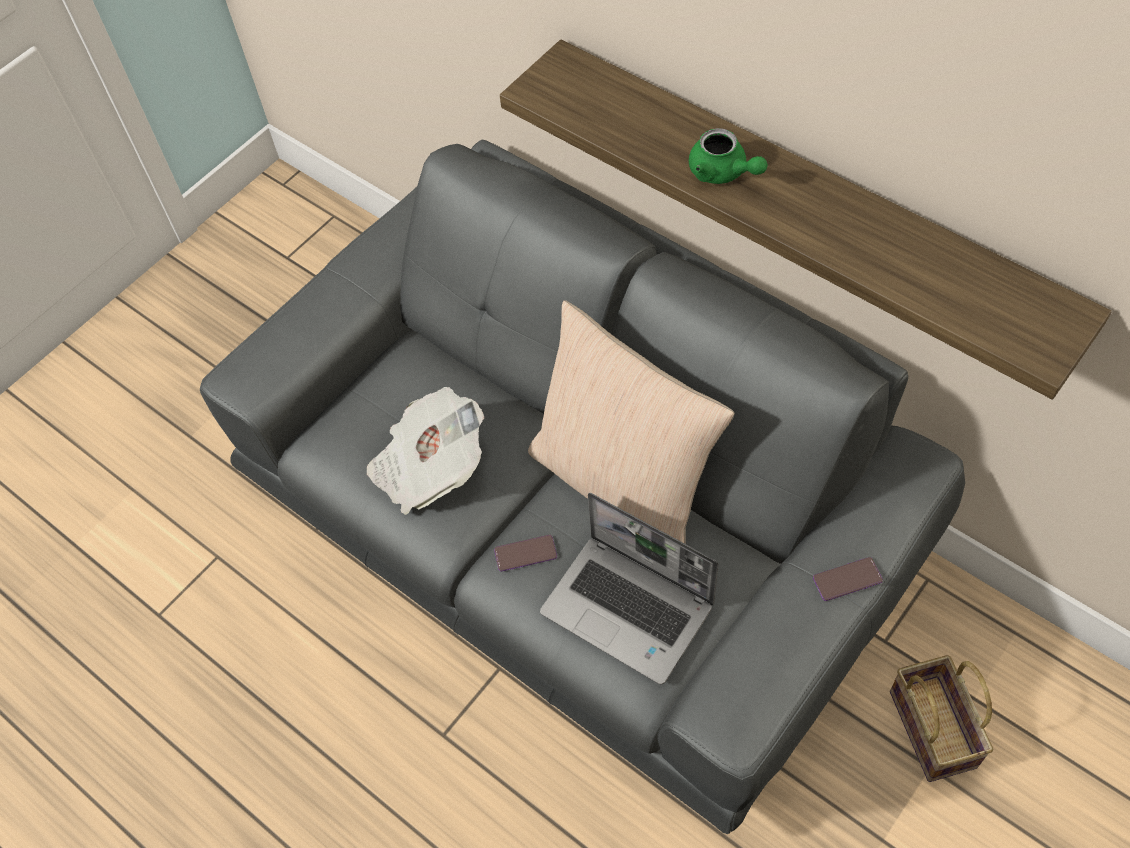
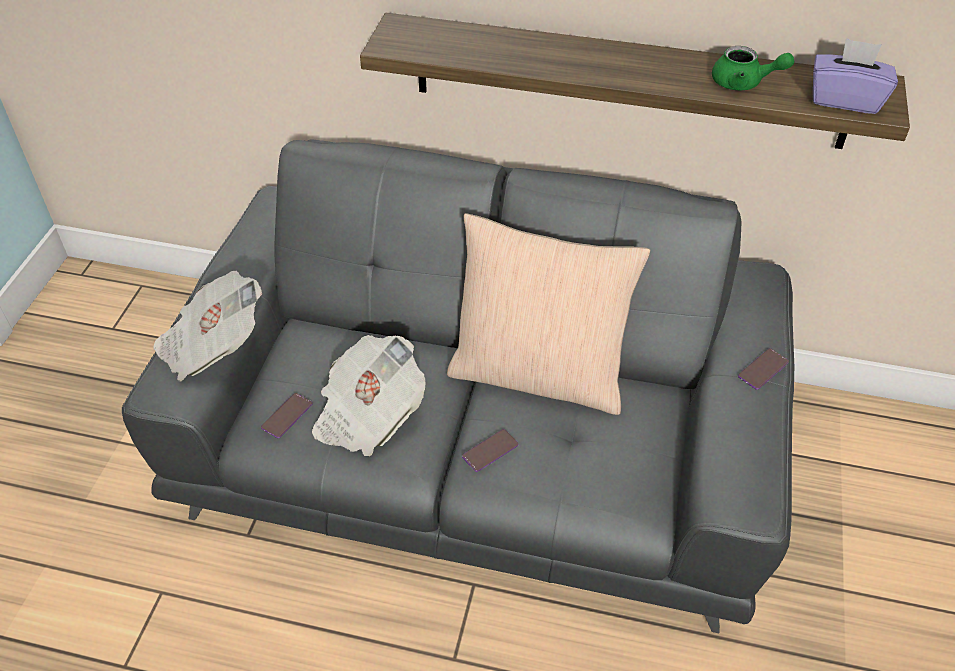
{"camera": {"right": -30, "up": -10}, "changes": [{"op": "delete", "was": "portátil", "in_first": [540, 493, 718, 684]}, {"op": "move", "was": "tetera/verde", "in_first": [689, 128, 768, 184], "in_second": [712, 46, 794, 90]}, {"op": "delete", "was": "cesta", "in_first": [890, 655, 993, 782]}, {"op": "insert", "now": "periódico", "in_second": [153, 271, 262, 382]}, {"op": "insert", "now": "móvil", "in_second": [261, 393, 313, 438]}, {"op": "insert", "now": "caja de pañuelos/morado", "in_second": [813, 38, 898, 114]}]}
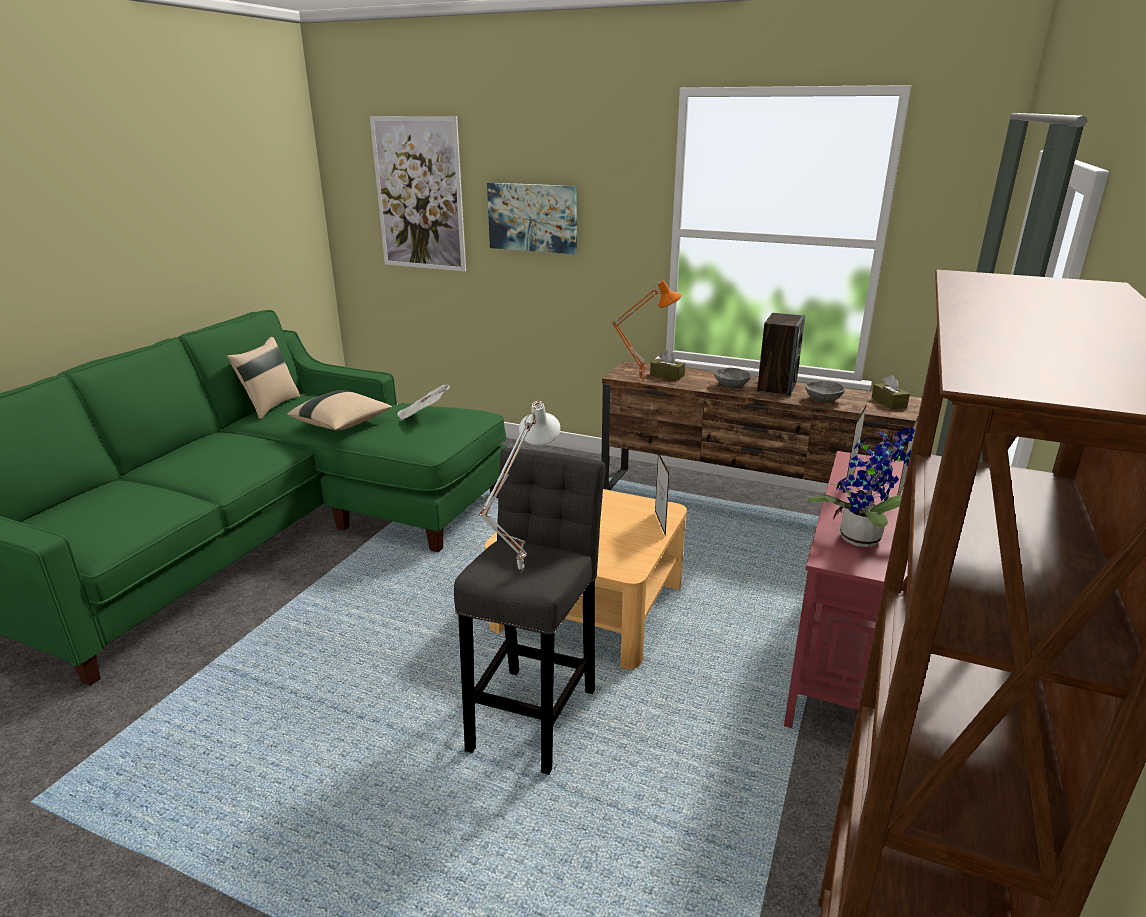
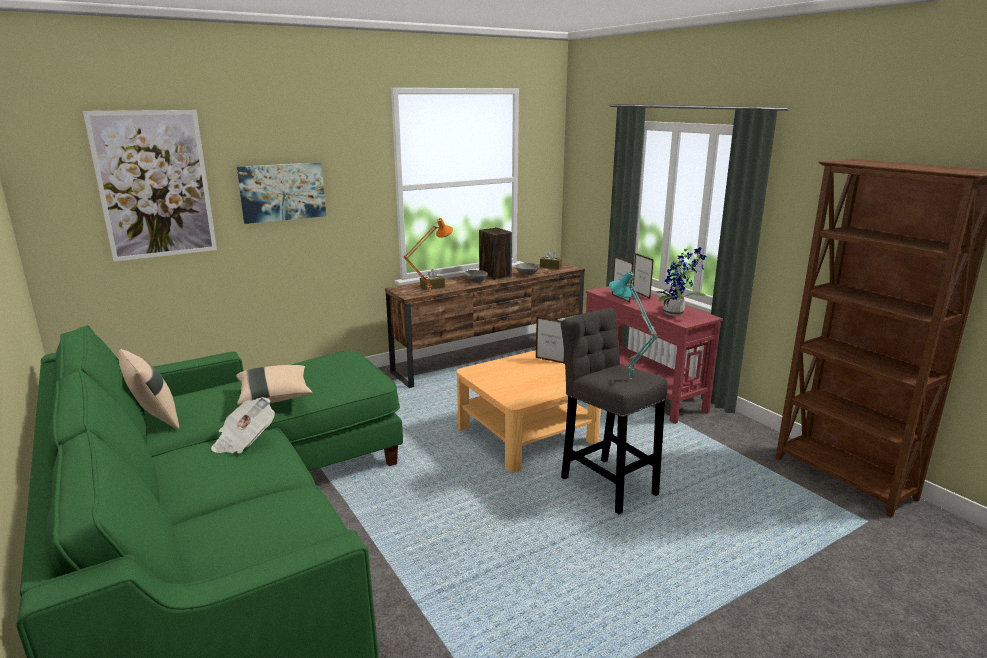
{"camera": {"right": -55, "up": -5}, "changes": [{"op": "move", "was": "periódico", "in_first": [397, 384, 450, 421], "in_second": [211, 397, 275, 454]}, {"op": "recolor", "was": "lámpara de mesa/blanco", "now": "lámpara de mesa/turquesa", "in_first": [479, 401, 560, 574], "in_second": [609, 271, 658, 379]}]}
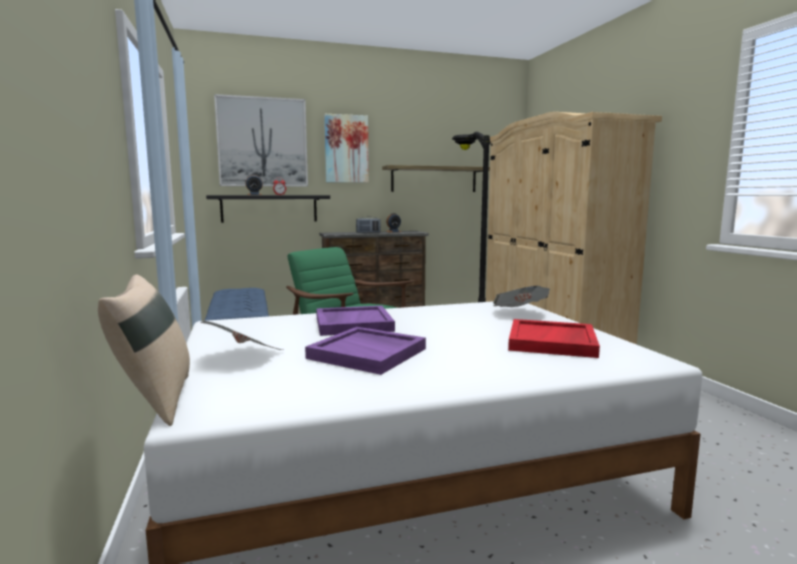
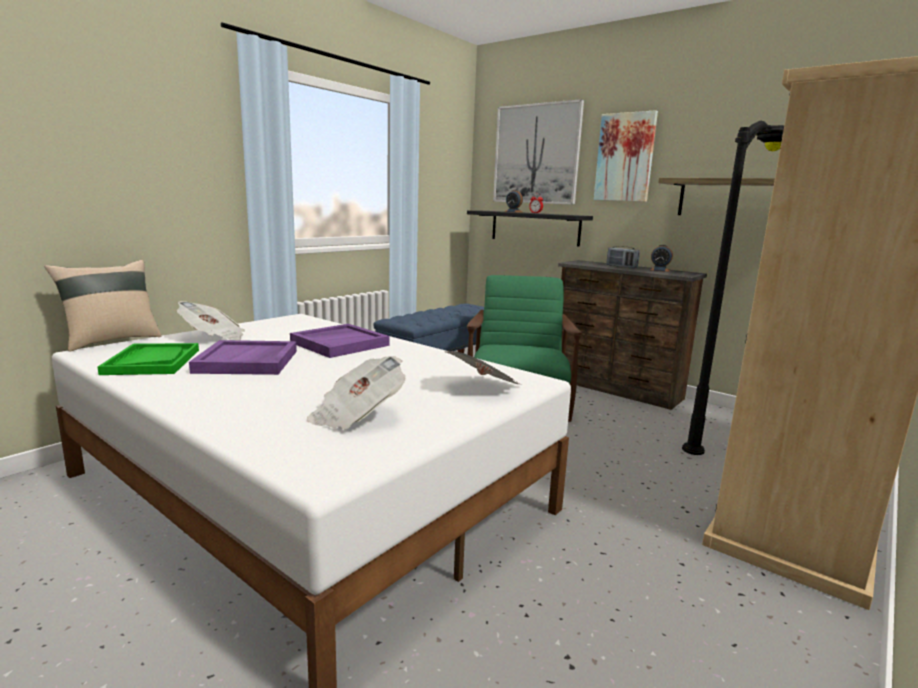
{"camera": {"right": 55, "up": 5}, "changes": [{"op": "replace", "was": "bandeja/rojo", "now": "periódico", "in_first": [508, 319, 600, 358], "in_second": [307, 356, 406, 430]}, {"op": "insert", "now": "bandeja/verde", "in_second": [98, 343, 199, 375]}]}
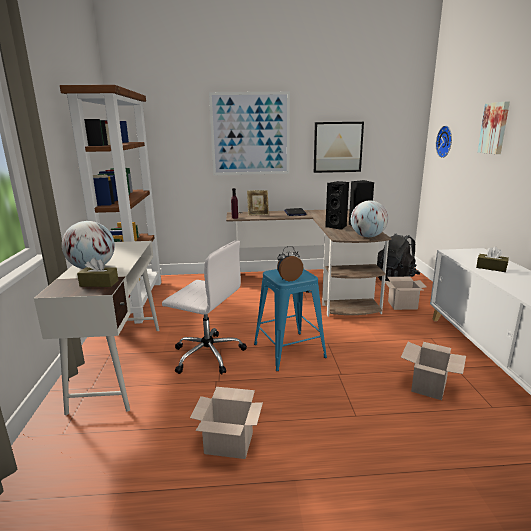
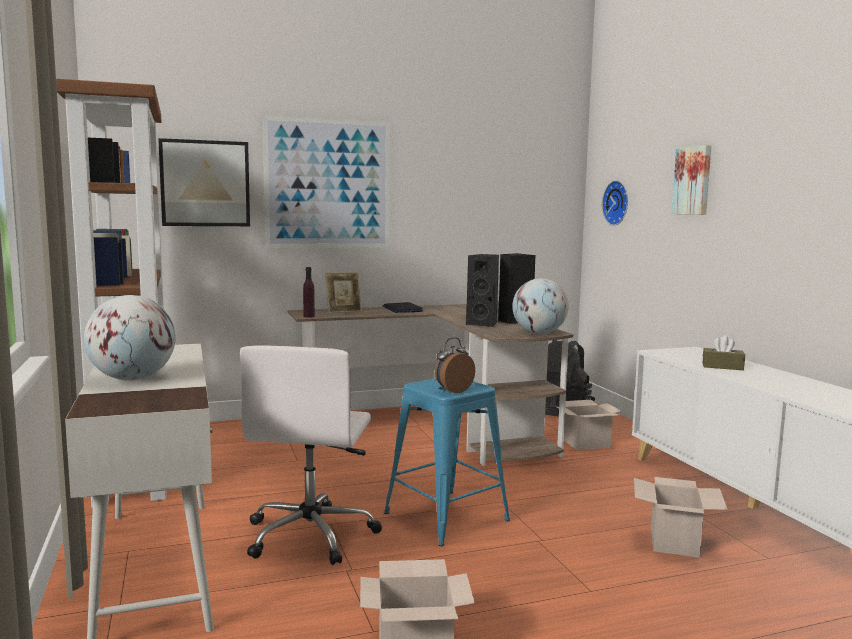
{"camera": {"right": -15, "up": -10}, "changes": [{"op": "delete", "was": "caja de pañuelos/marrón", "in_first": [77, 257, 118, 287]}, {"op": "rotate", "was": "silla de oficina/blanco", "in_first": [162, 240, 247, 375], "in_second": [240, 345, 382, 565], "clockwise": 90}, {"op": "move", "was": "cuadro", "in_first": [314, 122, 364, 173], "in_second": [158, 138, 250, 226]}]}
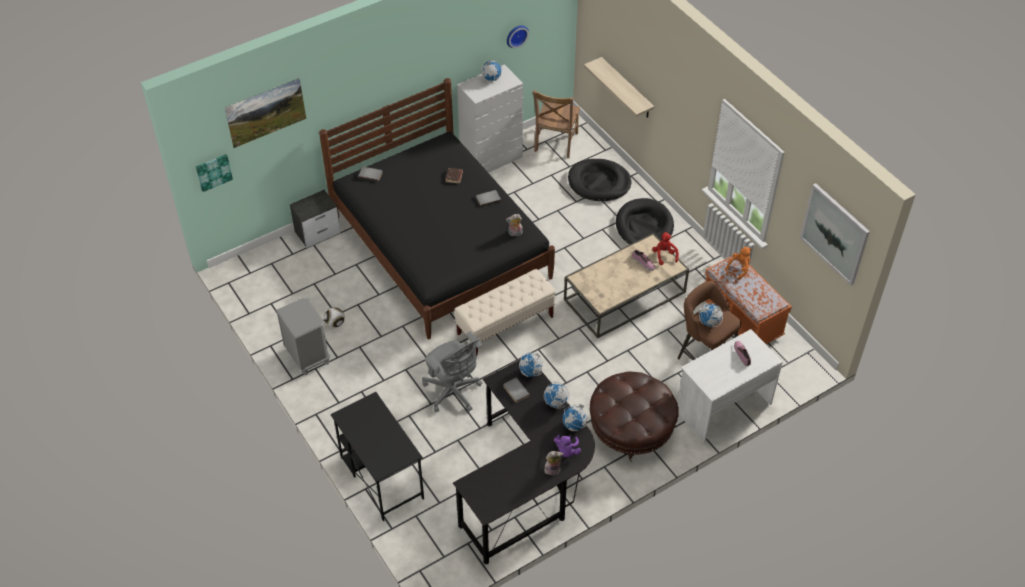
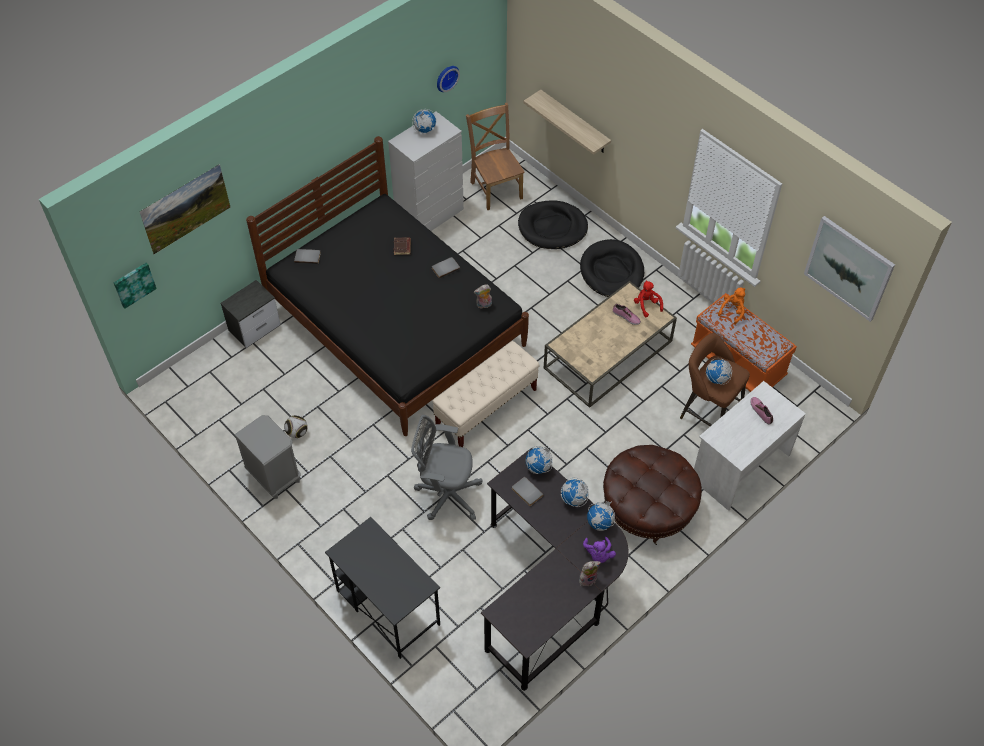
{"camera": {"right": -10, "up": 5}, "changes": [{"op": "rotate", "was": "silla de oficina/gris", "in_first": [422, 332, 483, 412], "in_second": [411, 415, 482, 521], "clockwise": 150}, {"op": "rotate", "was": "silla/marrón", "in_first": [533, 90, 580, 158], "in_second": [466, 103, 525, 210], "clockwise": 150}]}
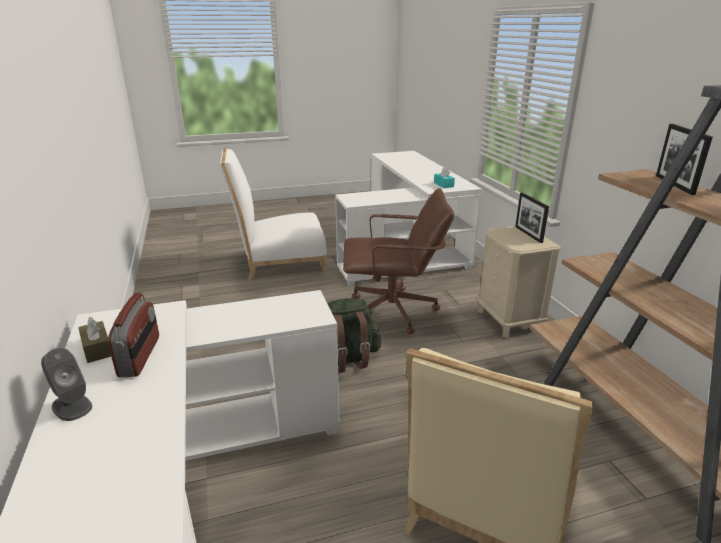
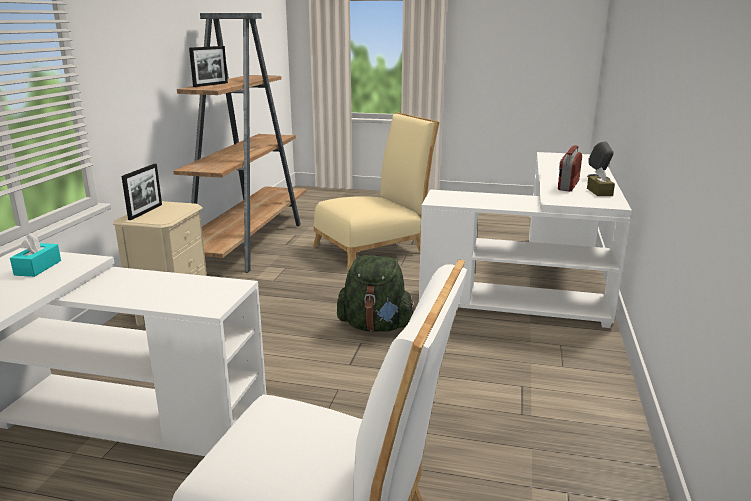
{"camera": {"right": -150, "up": -5}, "changes": [{"op": "delete", "was": "silla de oficina/marrón", "in_first": [343, 188, 454, 334]}]}
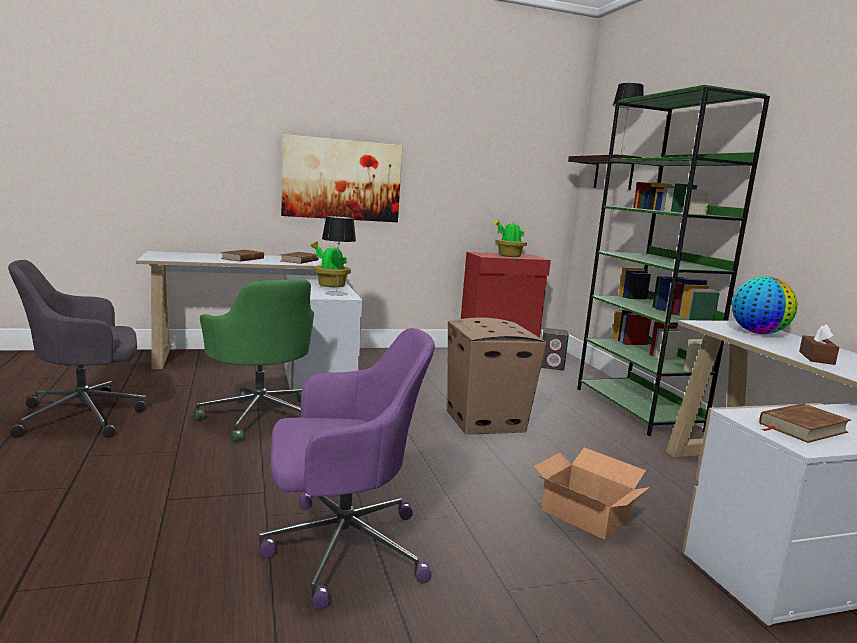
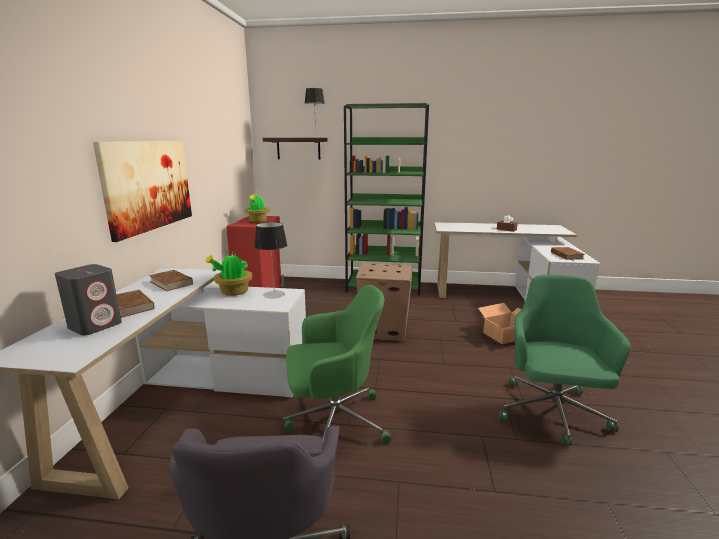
{"camera": {"right": -65, "up": 5}, "changes": [{"op": "recolor", "was": "silla de oficina/morado", "now": "silla de oficina/verde", "in_first": [259, 328, 435, 610], "in_second": [499, 274, 631, 446]}, {"op": "move", "was": "altavoz/gris", "in_first": [541, 328, 569, 370], "in_second": [55, 264, 122, 336]}, {"op": "delete", "was": "globo terráqueo", "in_first": [732, 276, 797, 334]}]}
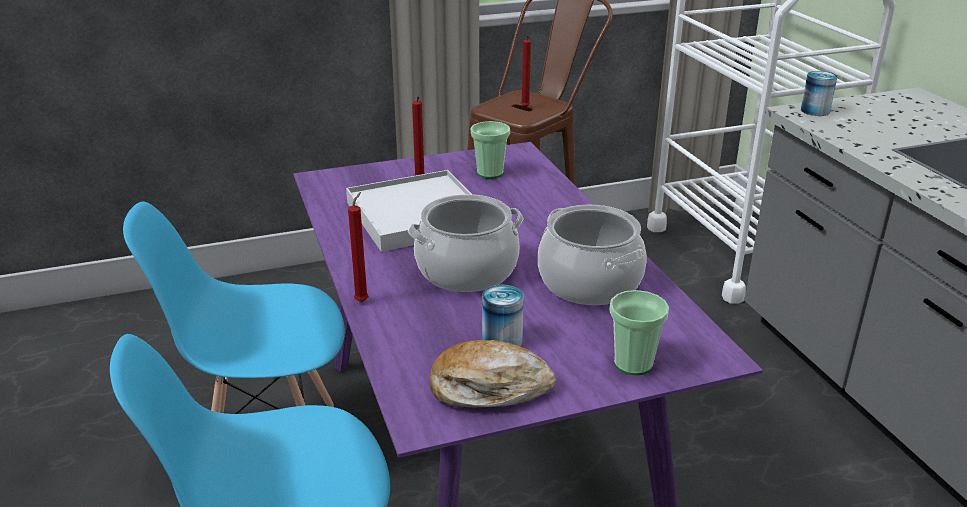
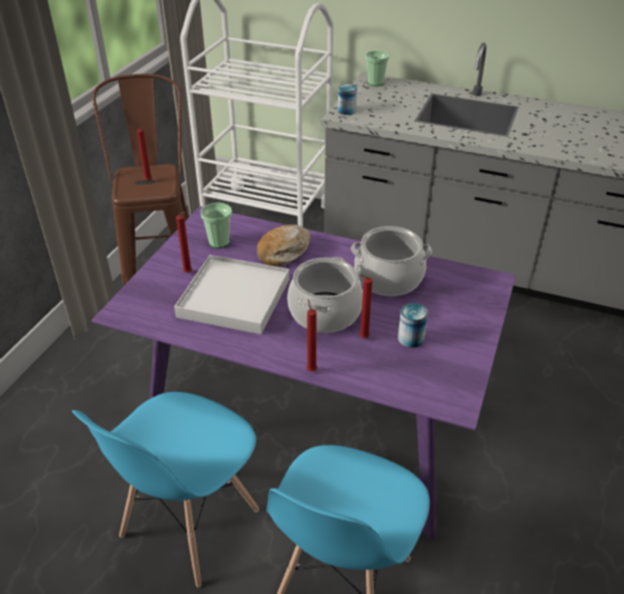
{"camera": {"right": -50, "up": 10}, "changes": [{"op": "move", "was": "pan", "in_first": [429, 340, 556, 408], "in_second": [257, 224, 310, 267]}, {"op": "move", "was": "taza", "in_first": [610, 290, 669, 375], "in_second": [366, 51, 389, 86]}, {"op": "insert", "now": "vela/rojo", "in_second": [359, 275, 372, 338]}]}
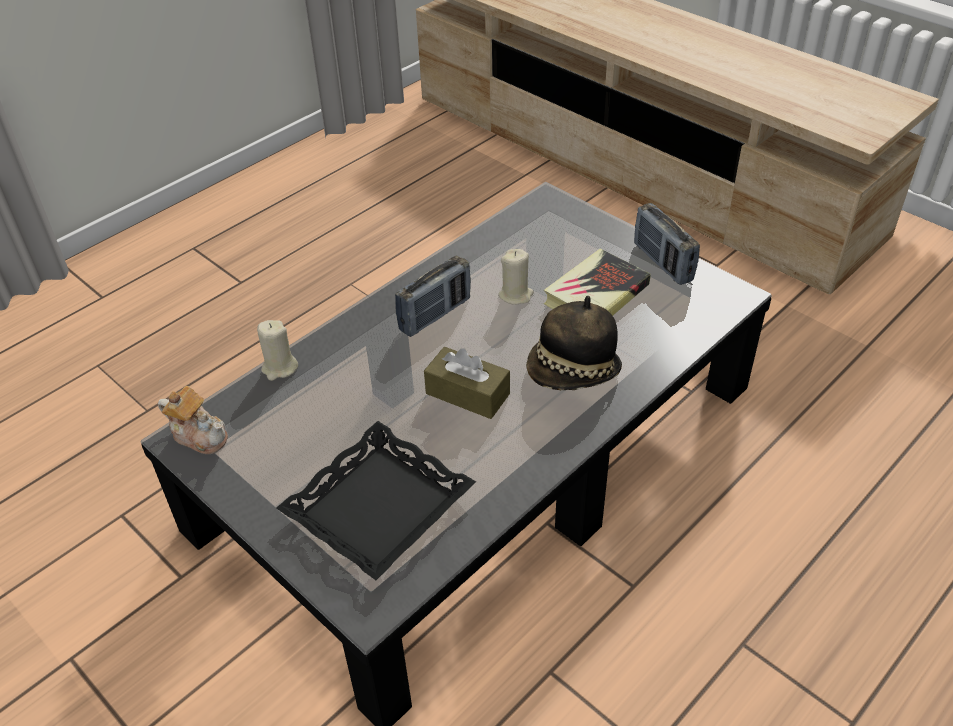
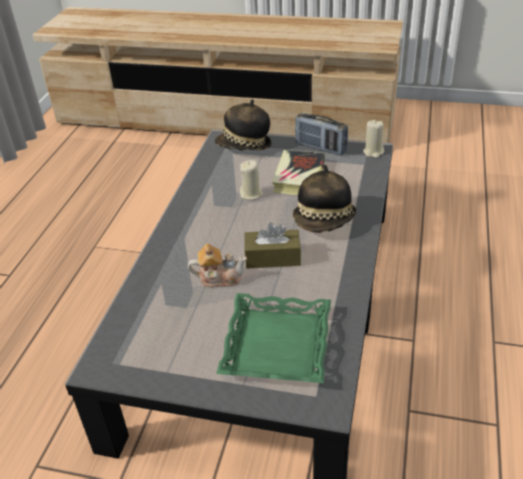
{"camera": {"right": -30, "up": -5}, "changes": [{"op": "move", "was": "tetera", "in_first": [158, 386, 228, 454], "in_second": [188, 244, 247, 288]}, {"op": "move", "was": "vela/beis", "in_first": [257, 320, 298, 381], "in_second": [363, 120, 384, 158]}, {"op": "recolor", "was": "bandeja/negro", "now": "bandeja/verde", "in_first": [277, 421, 476, 580], "in_second": [216, 293, 331, 383]}, {"op": "delete", "was": "radio", "in_first": [395, 256, 471, 337]}, {"op": "insert", "now": "sombrero", "in_second": [215, 99, 271, 150]}]}
